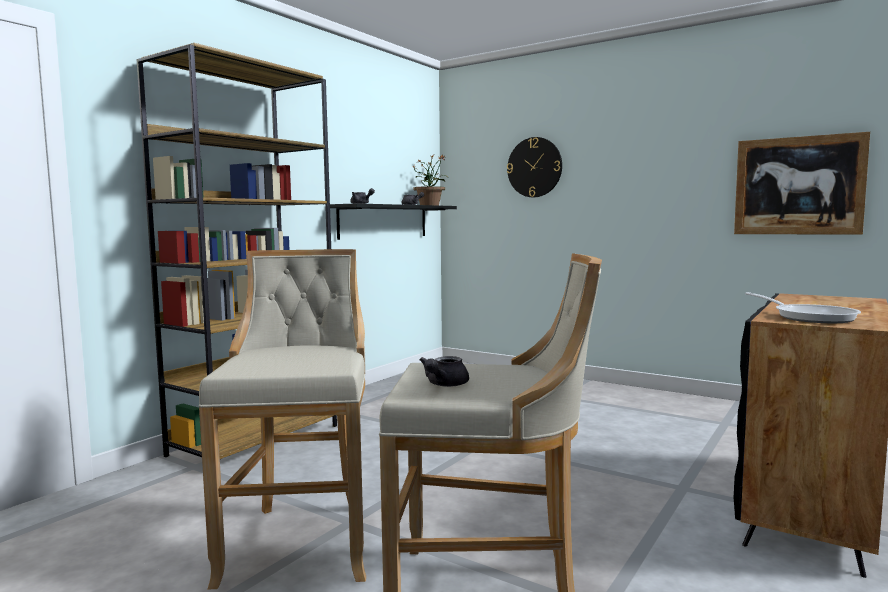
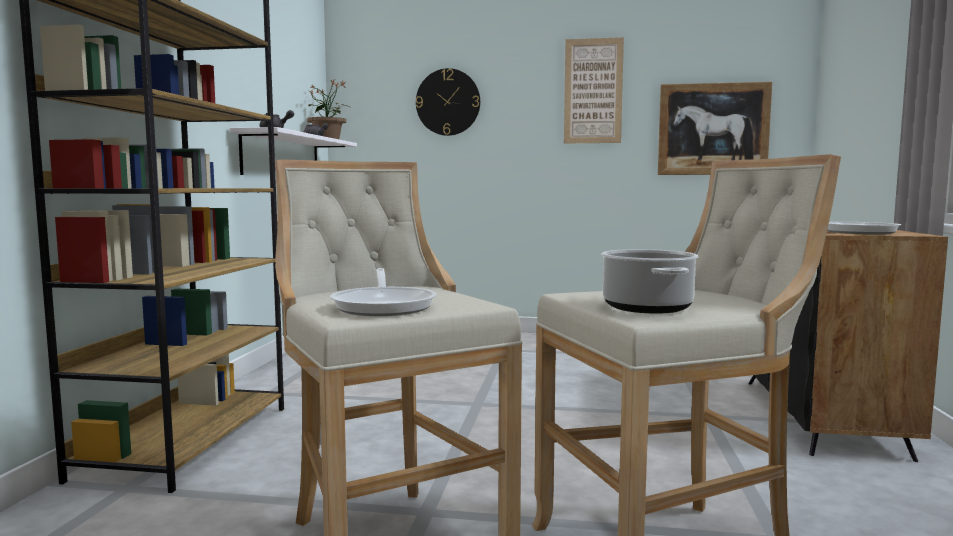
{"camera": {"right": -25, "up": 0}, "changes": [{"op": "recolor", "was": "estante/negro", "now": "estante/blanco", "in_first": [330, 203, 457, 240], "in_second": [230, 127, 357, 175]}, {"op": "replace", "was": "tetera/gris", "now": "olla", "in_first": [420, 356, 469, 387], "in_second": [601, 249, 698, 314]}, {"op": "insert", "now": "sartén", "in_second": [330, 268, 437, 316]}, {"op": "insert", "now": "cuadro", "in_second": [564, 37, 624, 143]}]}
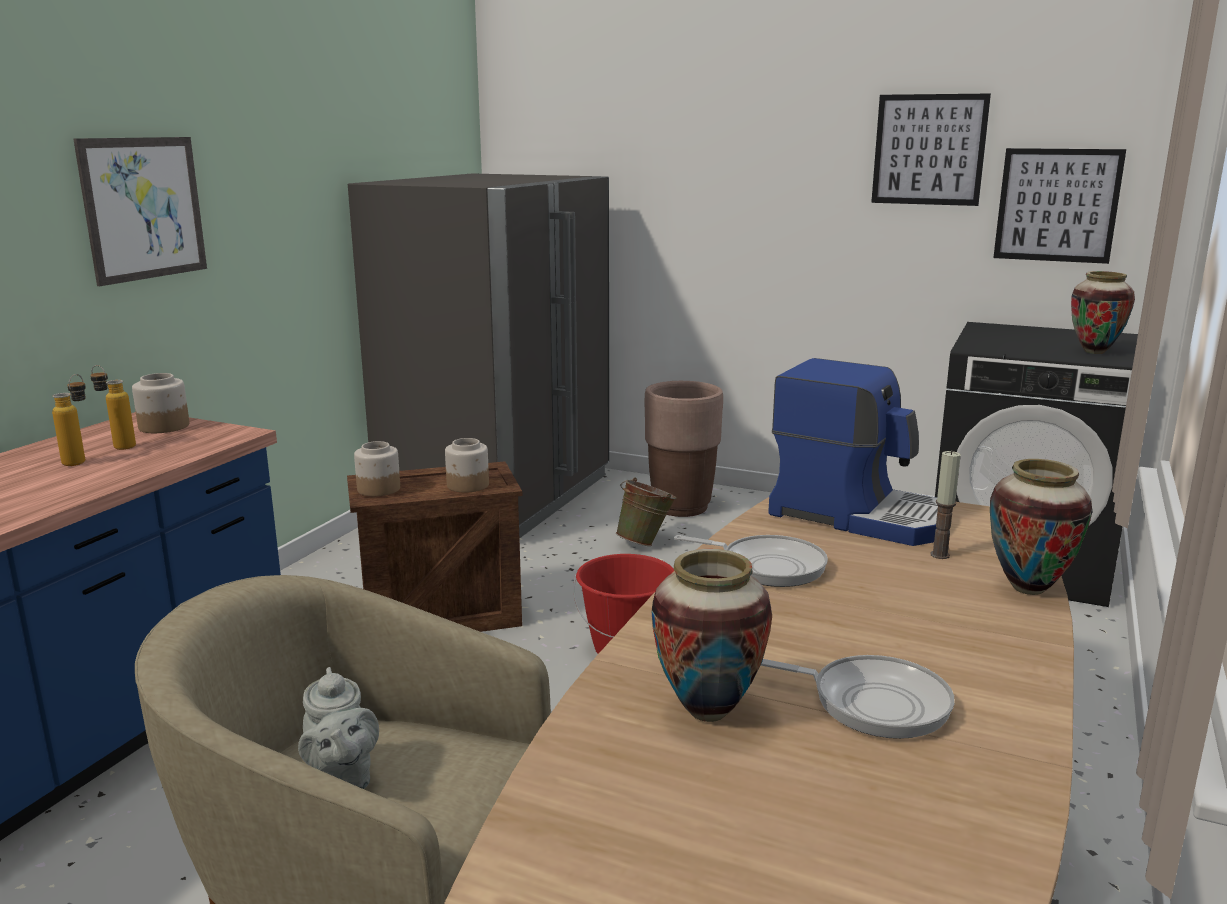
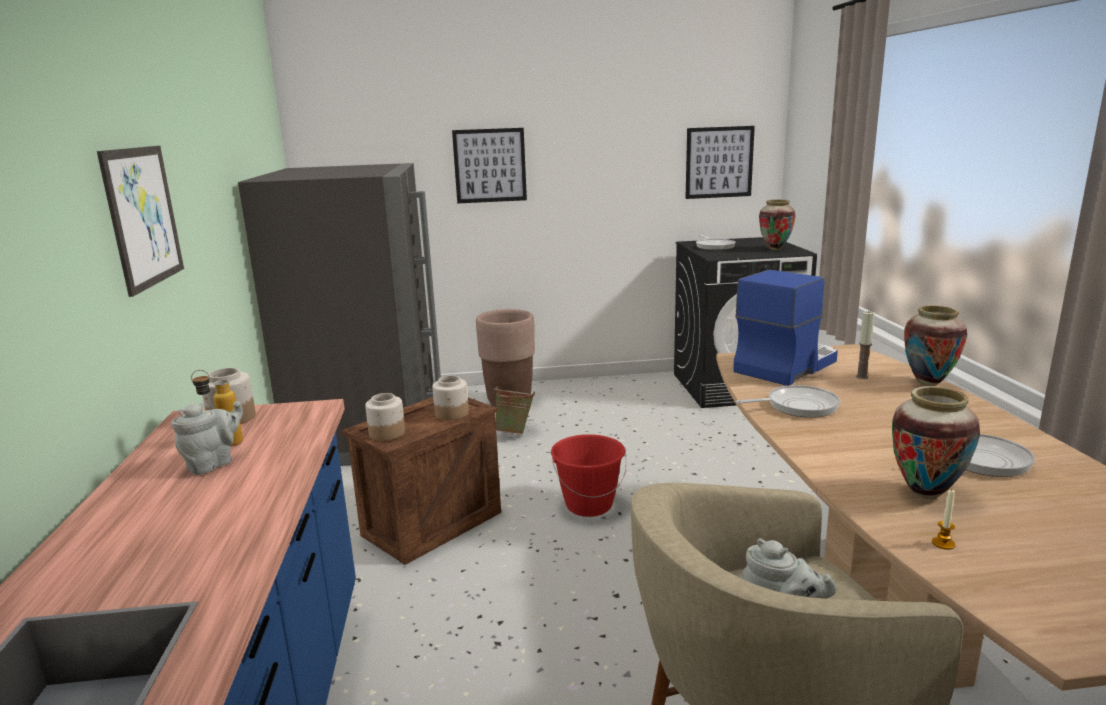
{"camera": {"right": -30, "up": 0}, "changes": [{"op": "replace", "was": "botella", "now": "tetera/gris", "in_first": [52, 374, 86, 466], "in_second": [171, 401, 243, 475]}, {"op": "rotate", "was": "cafetera", "in_first": [768, 358, 938, 546], "in_second": [733, 270, 838, 386], "clockwise": -45}, {"op": "move", "was": "cuadro", "in_first": [871, 94, 991, 206], "in_second": [452, 128, 527, 203]}, {"op": "insert", "now": "sartén", "in_second": [696, 235, 736, 250]}, {"op": "insert", "now": "vela", "in_second": [932, 490, 955, 550]}]}
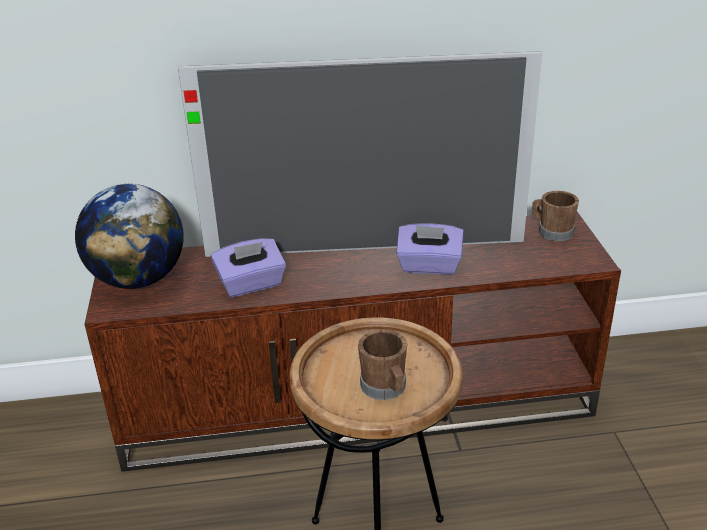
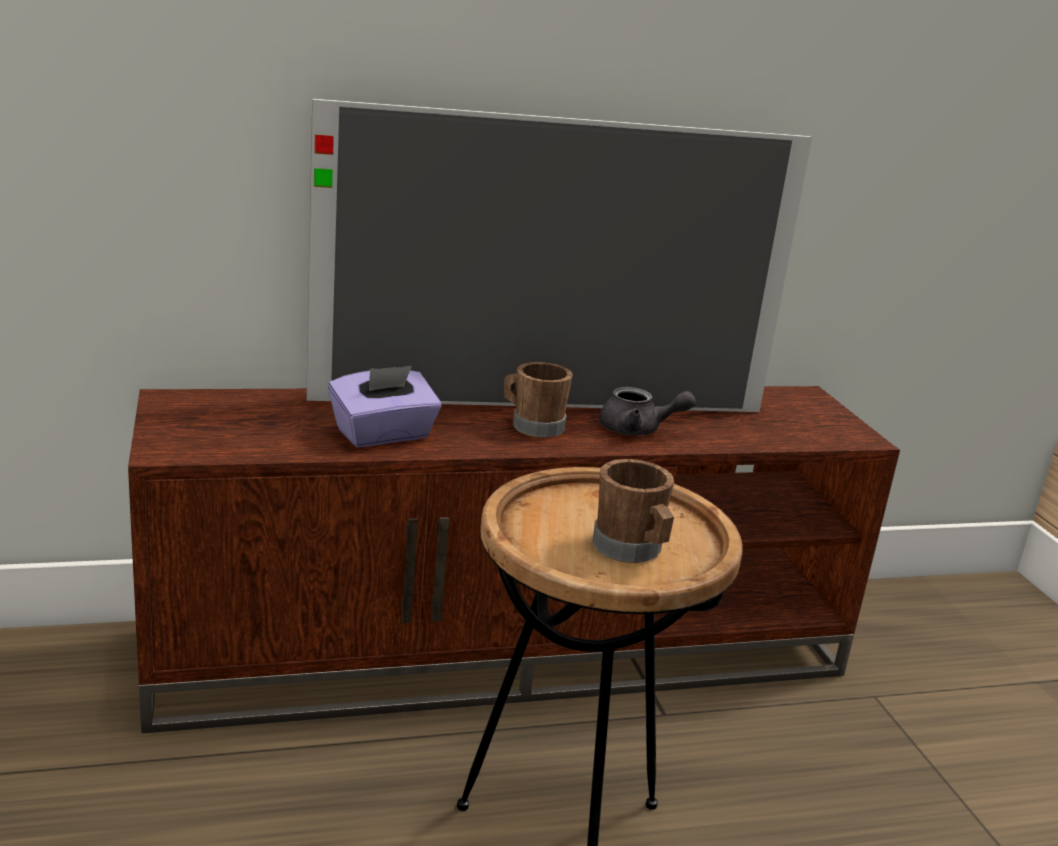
{"camera": {"right": -10, "up": -10}, "changes": [{"op": "delete", "was": "globo terráqueo", "in_first": [75, 184, 184, 289]}, {"op": "replace", "was": "caja de pañuelos/morado", "now": "tetera/gris", "in_first": [396, 223, 464, 275], "in_second": [599, 387, 696, 436]}, {"op": "move", "was": "taza grande/marrón", "in_first": [532, 191, 579, 242], "in_second": [504, 362, 573, 438]}]}
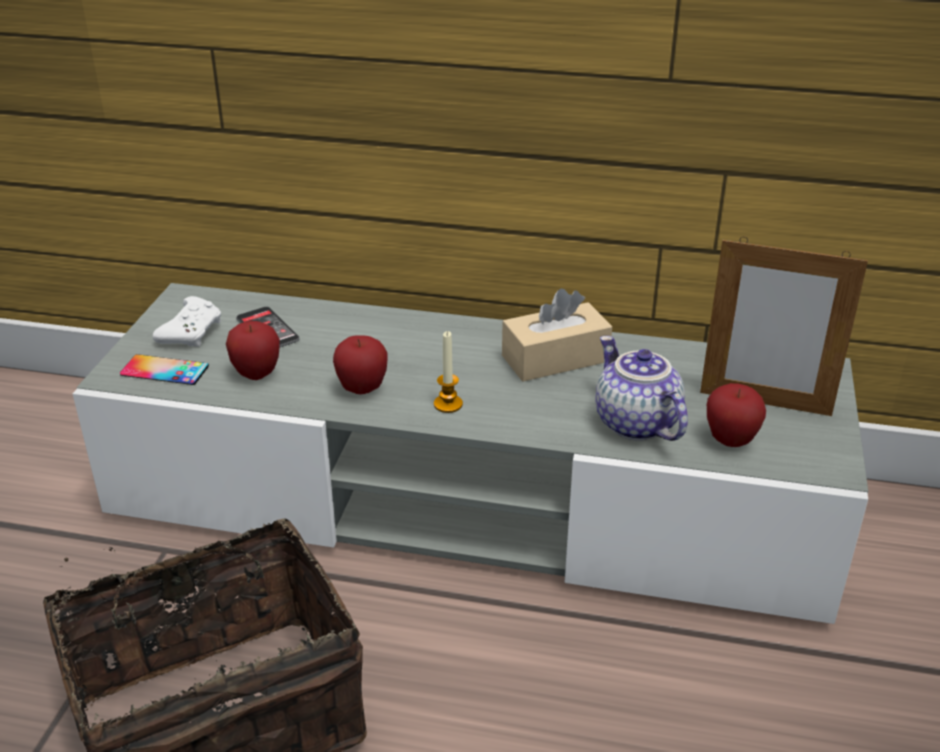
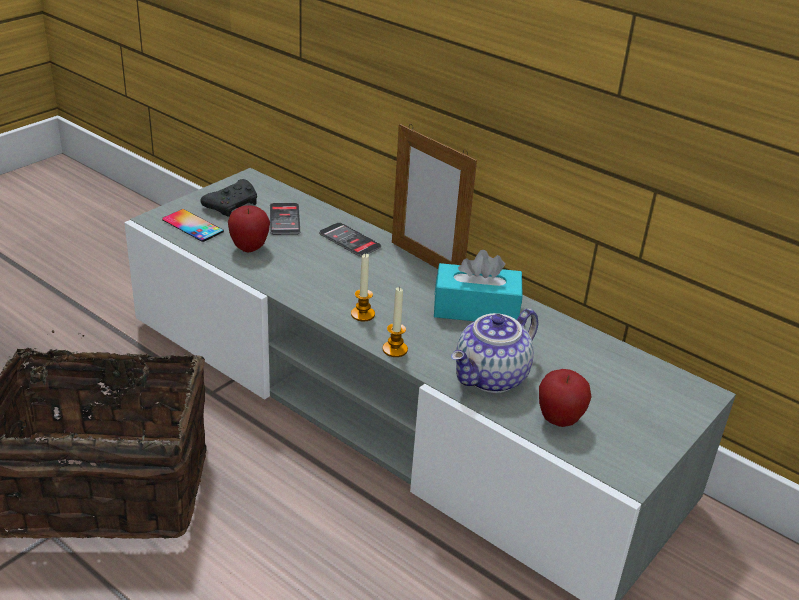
{"camera": {"right": 25, "up": 0}, "changes": [{"op": "recolor", "was": "mando de consola/blanco", "now": "mando de consola/negro", "in_first": [153, 296, 221, 346], "in_second": [200, 179, 257, 217]}, {"op": "delete", "was": "manzana", "in_first": [333, 335, 388, 394]}, {"op": "recolor", "was": "caja de pañuelos/beis", "now": "caja de pañuelos/turquesa", "in_first": [502, 289, 612, 381], "in_second": [434, 250, 523, 321]}, {"op": "rotate", "was": "tetera", "in_first": [595, 336, 688, 441], "in_second": [451, 308, 538, 393], "clockwise": -135}, {"op": "move", "was": "portarretratos", "in_first": [700, 237, 868, 416], "in_second": [392, 124, 477, 269]}, {"op": "insert", "now": "móvil", "in_second": [319, 222, 381, 257]}, {"op": "insert", "now": "vela", "in_second": [383, 287, 408, 357]}]}
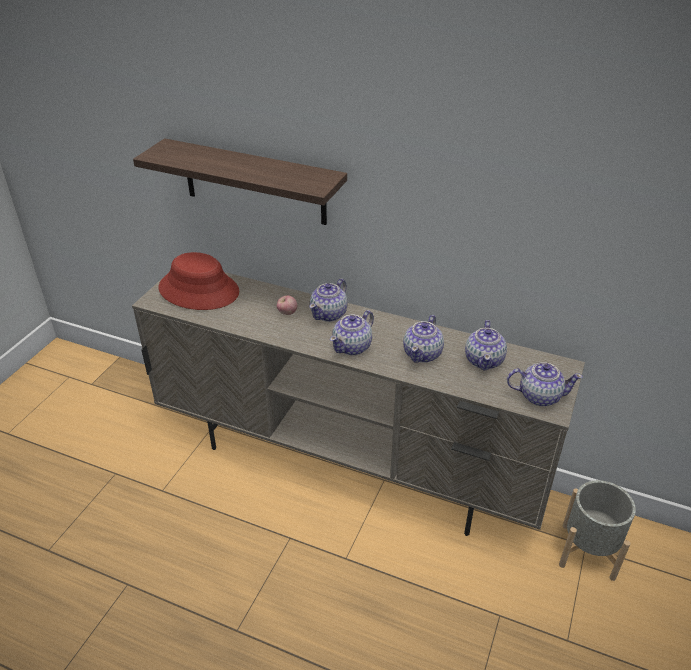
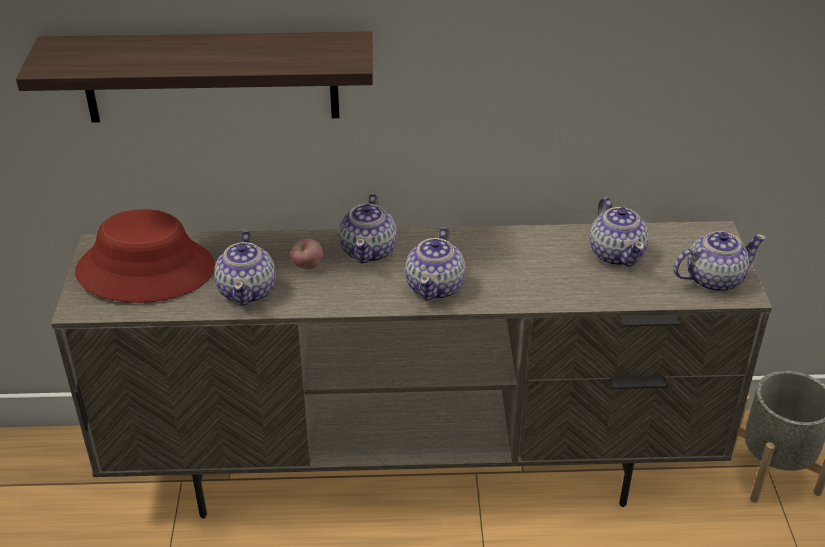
{"camera": {"right": -25, "up": 0}, "changes": [{"op": "move", "was": "tetera", "in_first": [403, 315, 444, 363], "in_second": [214, 231, 276, 306]}]}
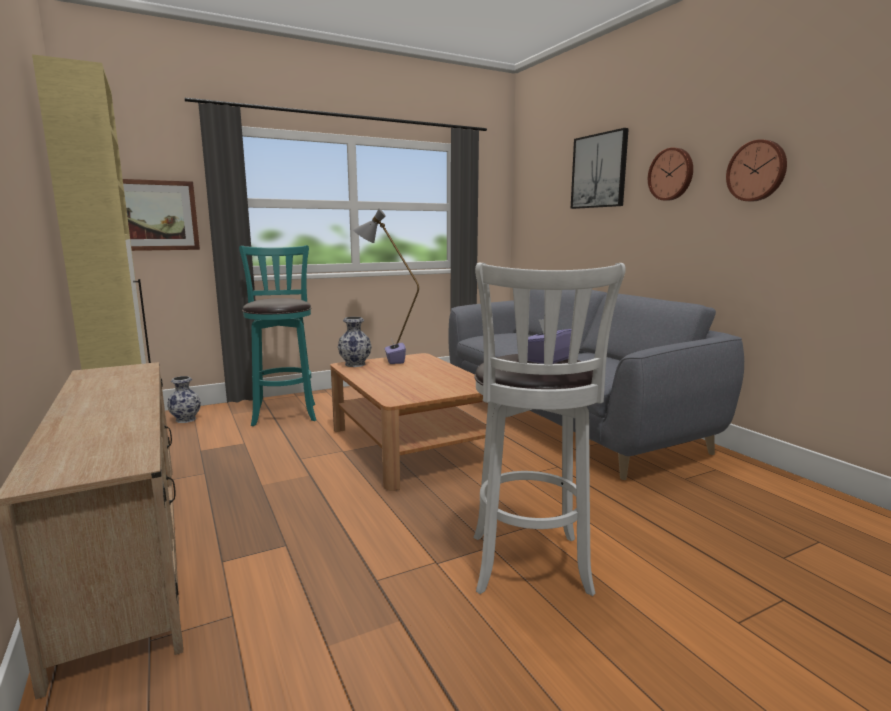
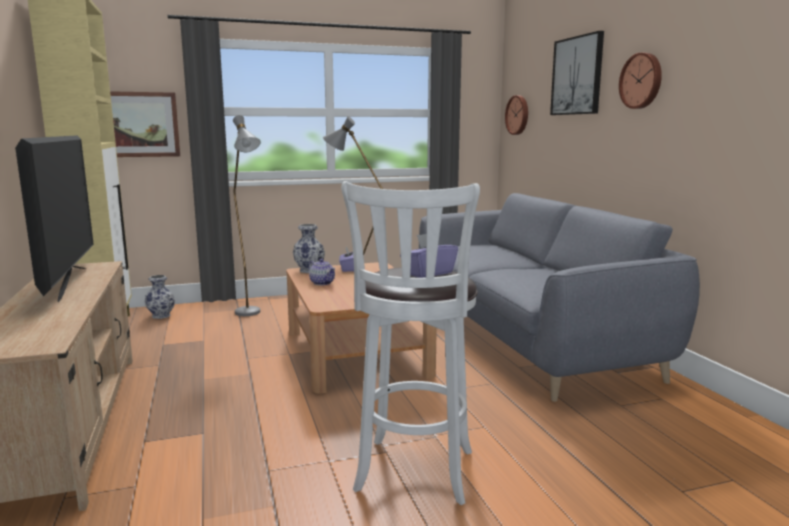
{"camera": {"right": 10, "up": 0}, "changes": [{"op": "replace", "was": "taburete/turquesa", "now": "lámpara de pie/gris", "in_first": [239, 245, 316, 426], "in_second": [233, 115, 261, 316]}, {"op": "move", "was": "reloj de pared", "in_first": [726, 139, 787, 202], "in_second": [505, 95, 528, 135]}, {"op": "insert", "now": "televisor", "in_second": [15, 135, 94, 302]}, {"op": "insert", "now": "tetera", "in_second": [309, 259, 336, 285]}]}
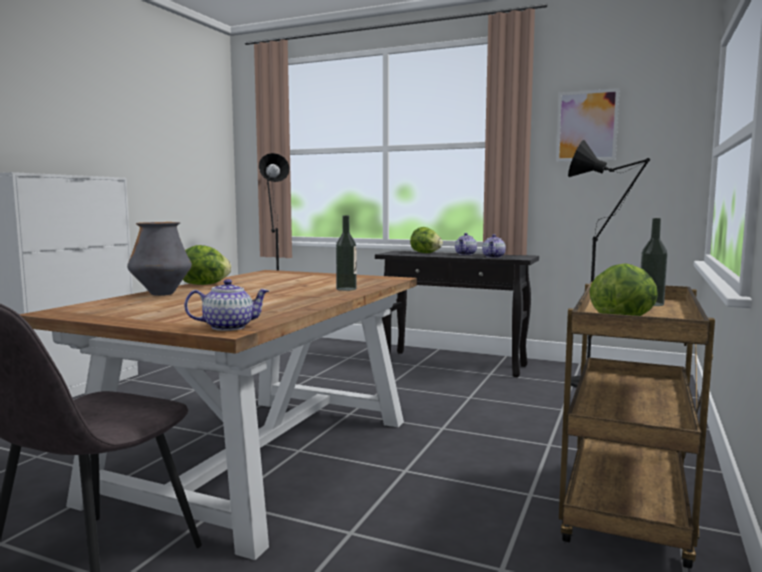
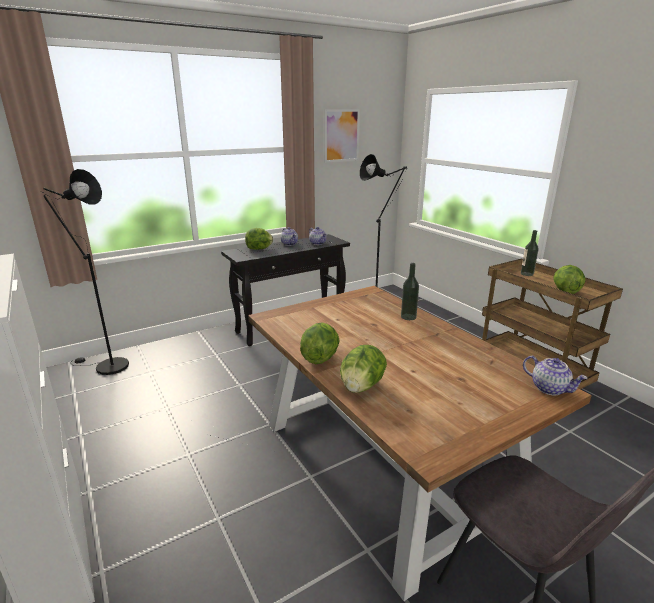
{"camera": {"right": -55, "up": 15}, "changes": [{"op": "replace", "was": "florero", "now": "lechuga", "in_first": [127, 222, 192, 296], "in_second": [340, 345, 387, 393]}, {"op": "rotate", "was": "tetera", "in_first": [184, 279, 269, 331], "in_second": [523, 356, 588, 396], "clockwise": 120}]}
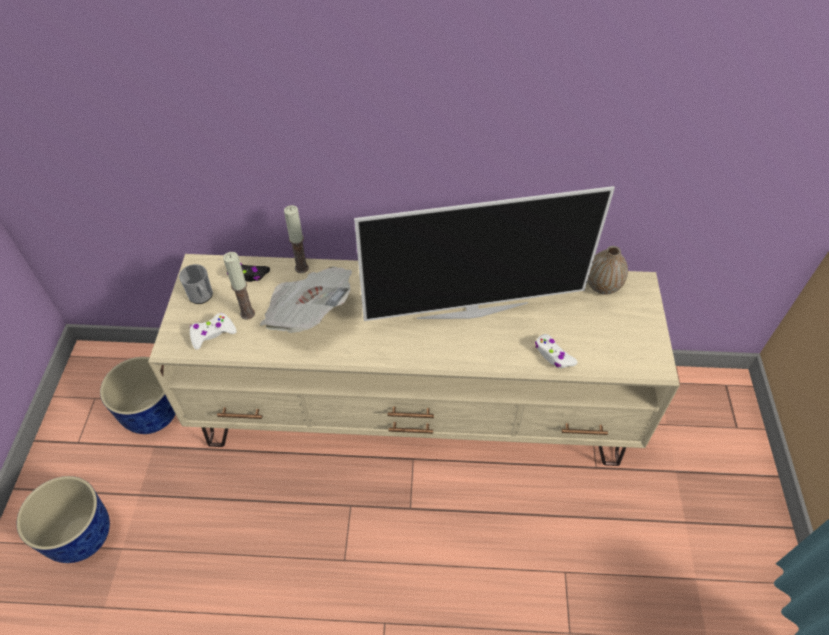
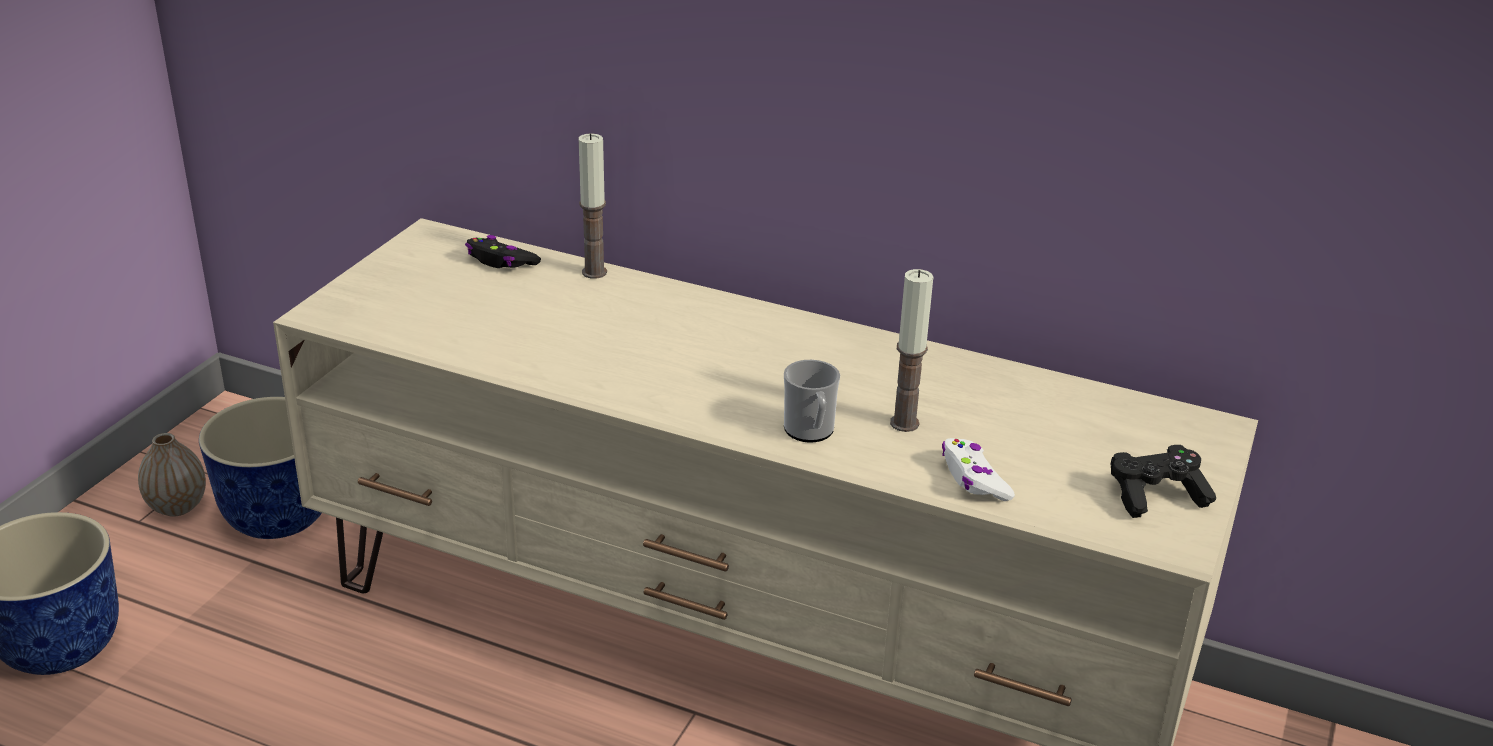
{"camera": {"right": 20, "up": -20}, "changes": [{"op": "move", "was": "taza grande", "in_first": [179, 264, 213, 304], "in_second": [784, 360, 840, 443]}, {"op": "delete", "was": "mando de consola/blanco", "in_first": [190, 313, 237, 350]}, {"op": "move", "was": "vela", "in_first": [223, 252, 255, 320], "in_second": [890, 269, 933, 432]}, {"op": "delete", "was": "periódico", "in_first": [259, 266, 352, 333]}, {"op": "delete", "was": "televisor", "in_first": [354, 186, 615, 321]}, {"op": "move", "was": "florero", "in_first": [587, 246, 628, 295], "in_second": [138, 433, 206, 517]}, {"op": "insert", "now": "mando de consola/negro", "in_second": [1110, 445, 1216, 518]}]}
